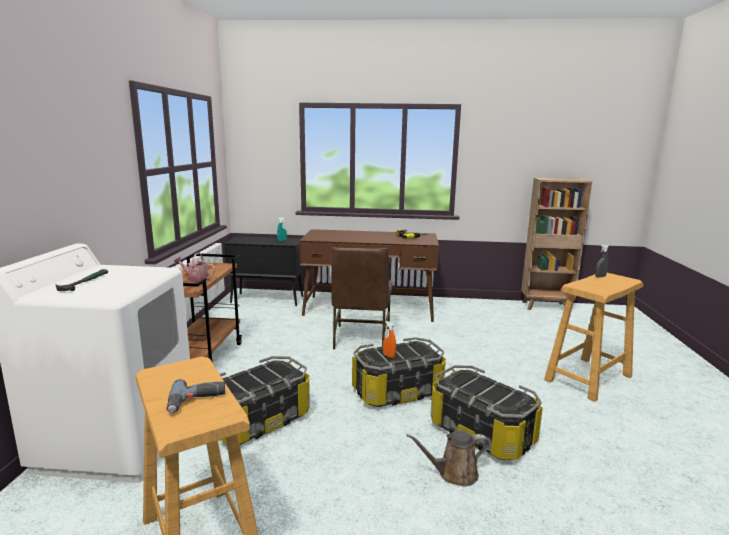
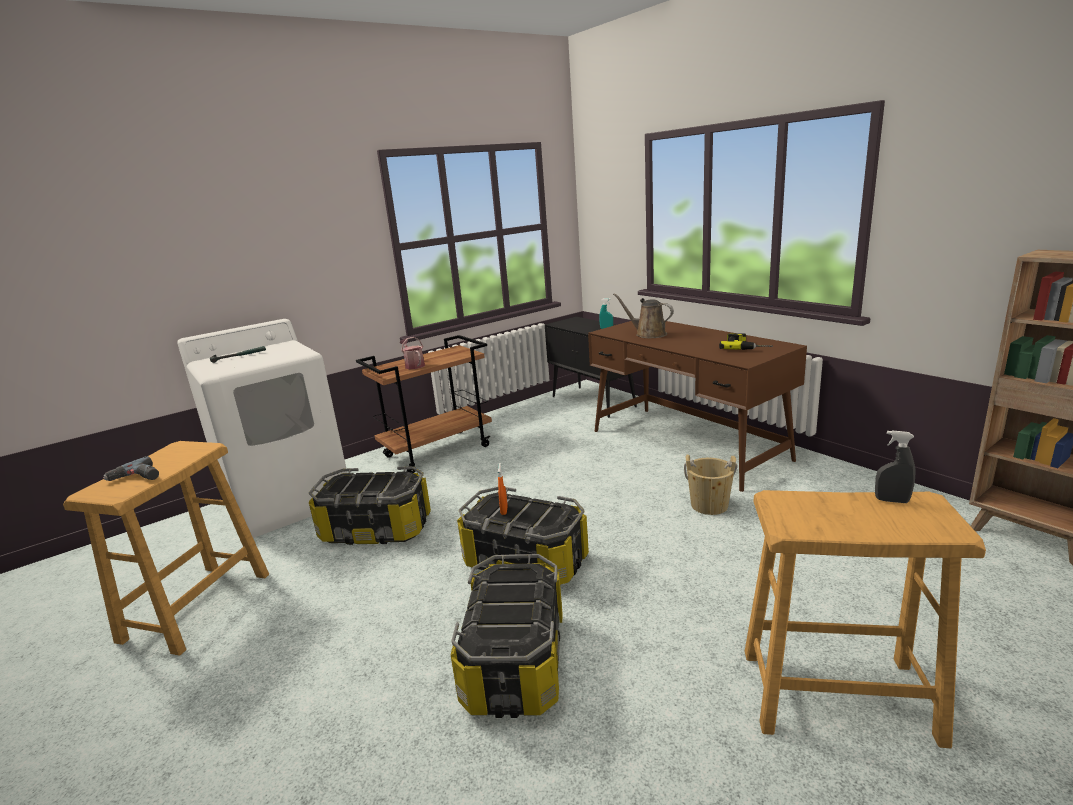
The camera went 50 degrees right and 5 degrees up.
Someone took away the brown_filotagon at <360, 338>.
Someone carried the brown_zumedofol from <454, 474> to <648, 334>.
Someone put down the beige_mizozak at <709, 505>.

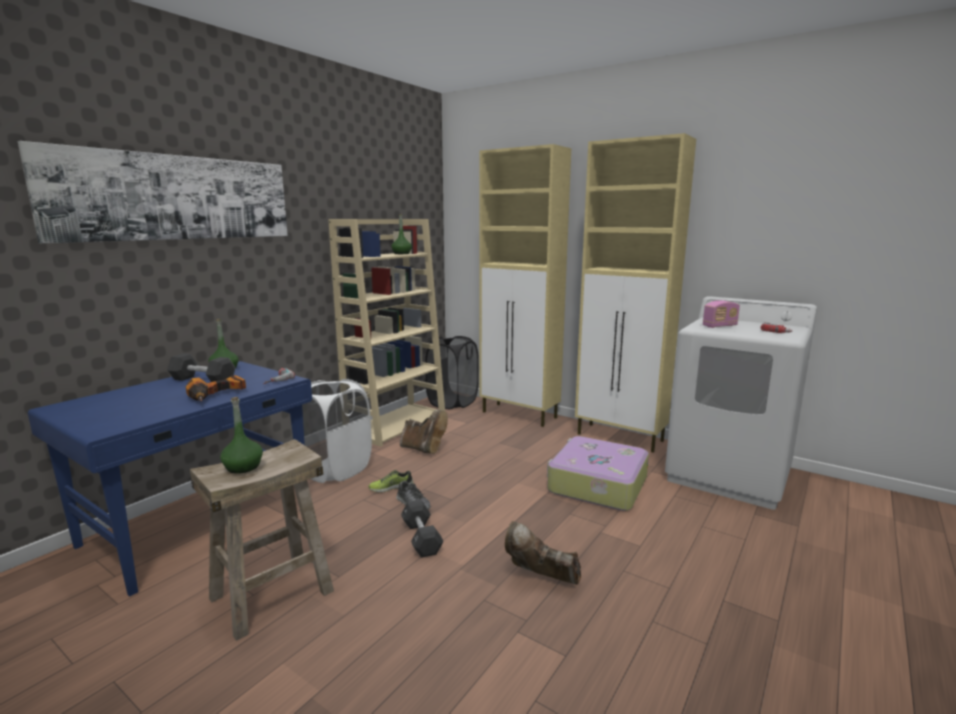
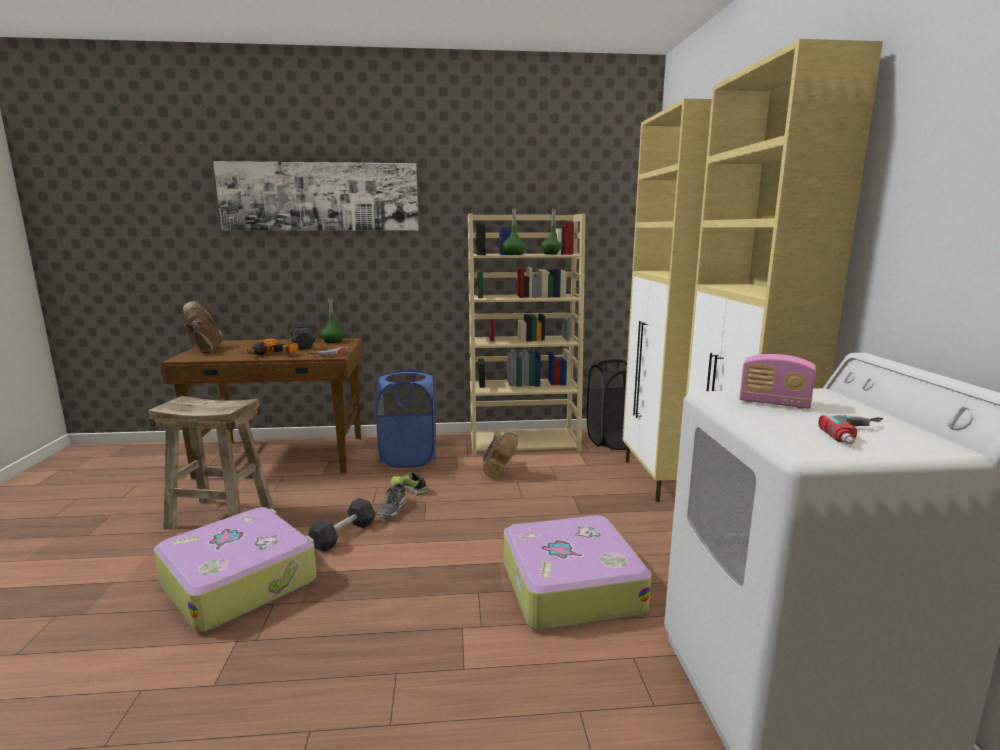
The camera went 50 degrees right and 0 degrees up.
Someone repainted the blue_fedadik at <201, 524>, which became the brown_fedadik at <284, 457>.
Someone repainted the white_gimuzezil at <335, 469>, which became the blue_gimuzezil at <409, 457>.
Someone carried the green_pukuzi from <243, 467> to <513, 254>.
Someone carried the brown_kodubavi from <540, 579> to <205, 349>.
Someone put down the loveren at <240, 581>.

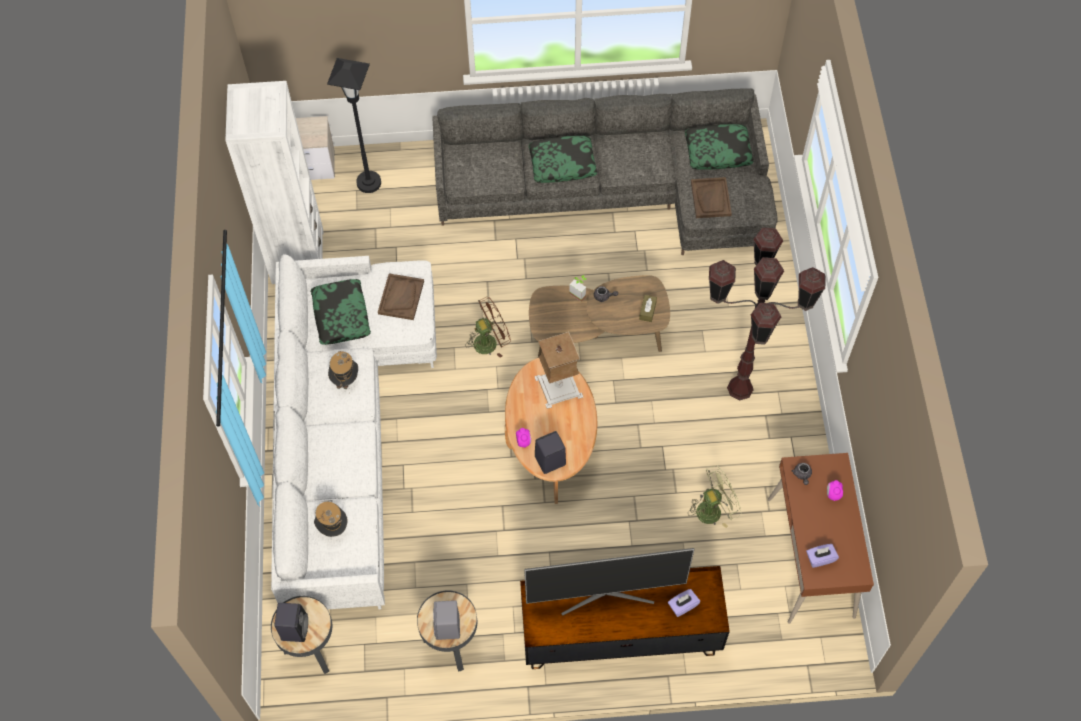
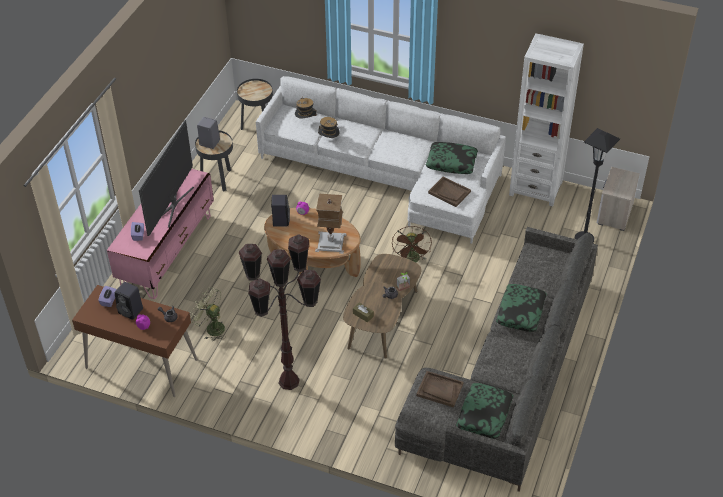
The camera went 115 degrees right and 15 degrees down.
Someone carried the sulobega from <345, 379> to <329, 140>.
Someone rotated the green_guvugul at <713, 509> by 120 degrees clockwise.
Someone repainted the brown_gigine at <619, 634>, which became the pink_gigine at <167, 251>.
Someone carried the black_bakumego from <294, 628> to <131, 311>.

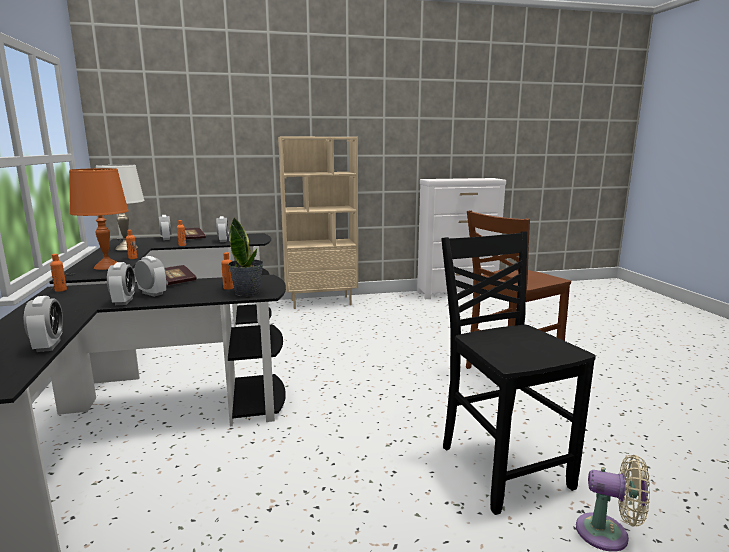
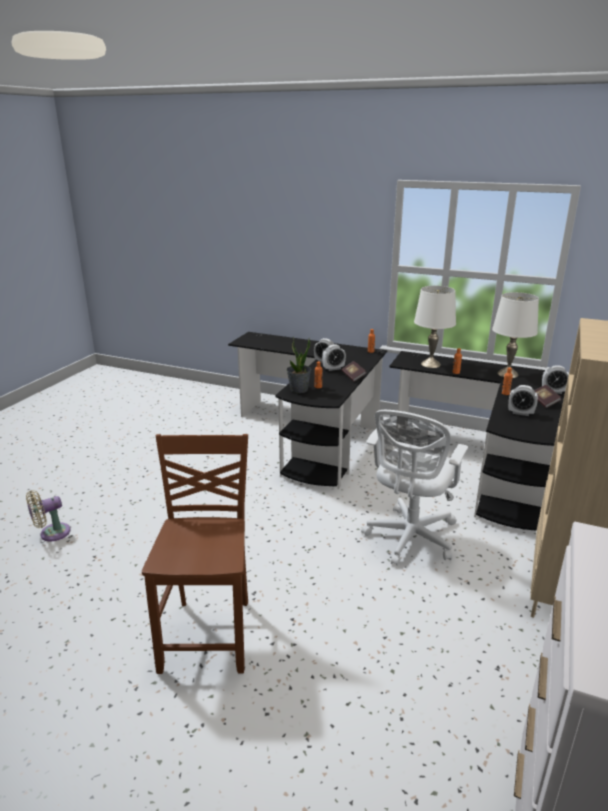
The camera went 125 degrees right and 10 degrees up.
Someone repainted the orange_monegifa at <107, 266>, which became the white_monegifa at <431, 364>.
Someone took away the black_filotagon at <502, 466>.
Someone took away the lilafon at <48, 346>.
Someone put down the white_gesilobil at <409, 539>.

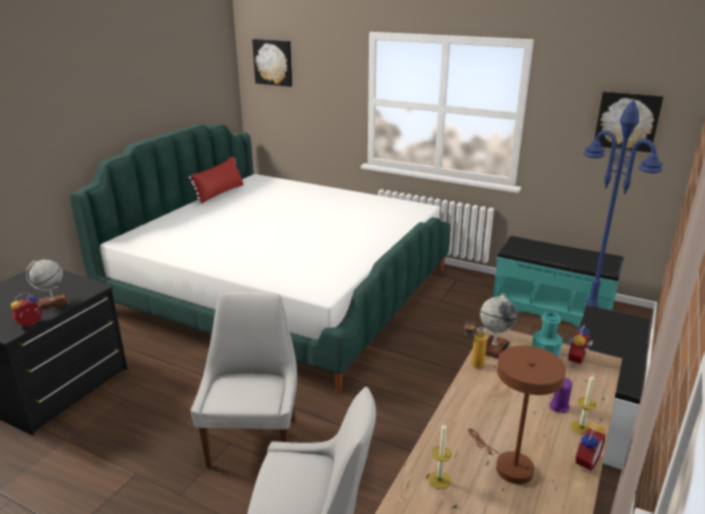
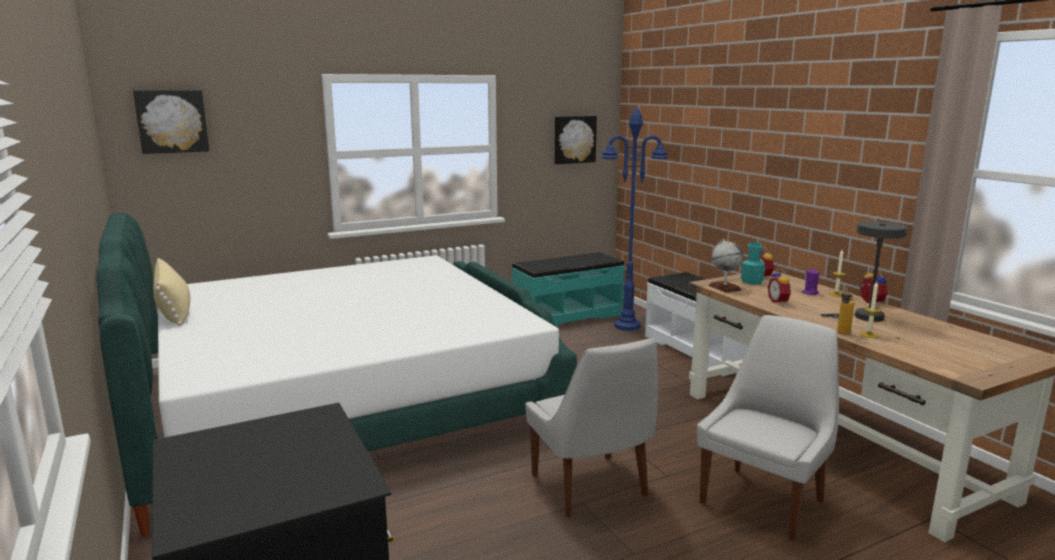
The camera went 55 degrees left and 10 degrees down.
Someone repainted the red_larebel at <220, 193>, which became the beige_larebel at <174, 311>.
Someone took away the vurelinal at <53, 303>.
Someone rotated the white_filotagon at <254, 439> by 150 degrees counterclockwise.
Someone carried the lilafon from <30, 324> to <779, 302>.
Someone carried the pukuzi from <472, 365> to <842, 334>.
Someone repainted the brown_monegifa at <508, 466>, which became the grey_monegifa at <864, 317>.

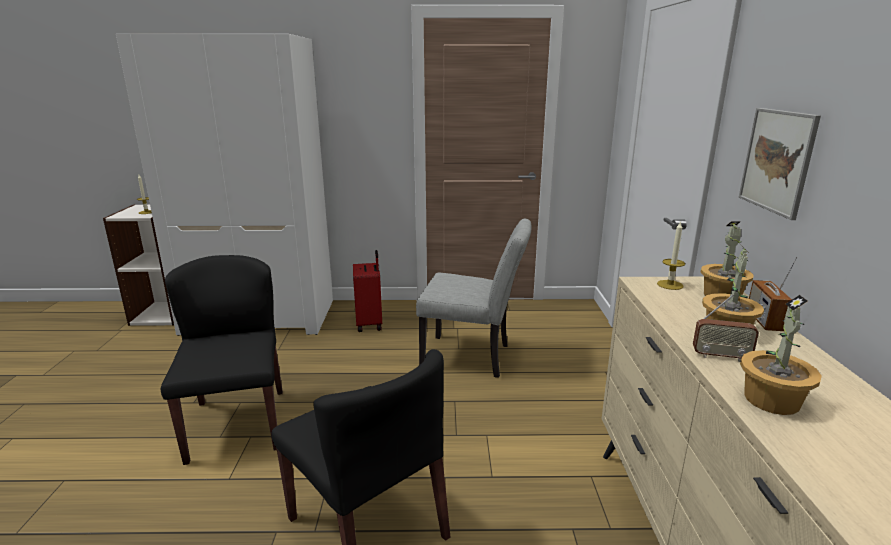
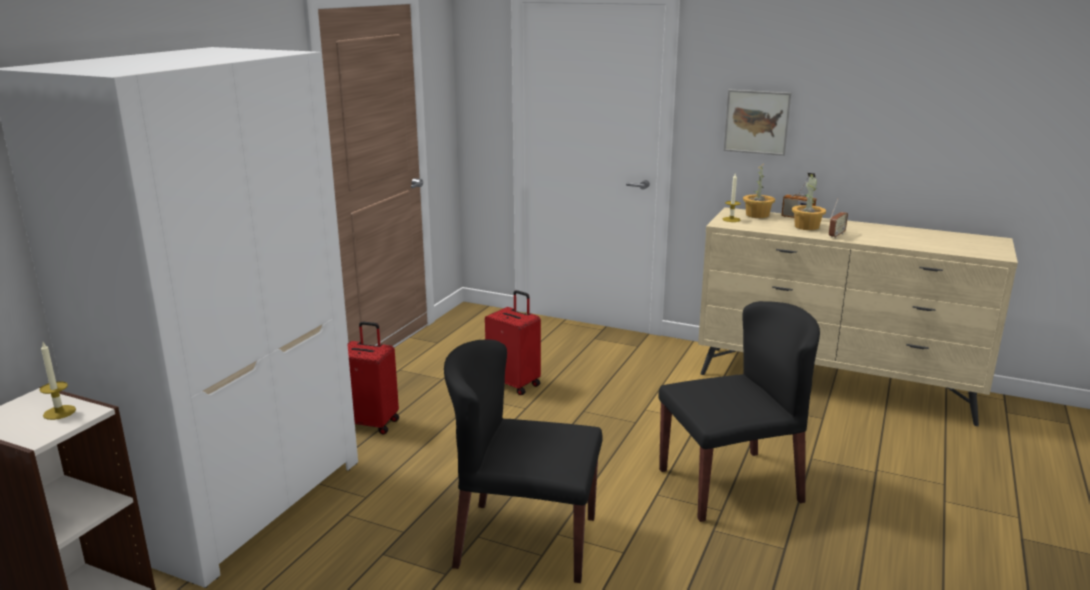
The camera went 65 degrees left and 0 degrees up.
Someone swapped the grey_filotagon at <473, 357> for the red_loveren at <515, 384>.
Someone took away the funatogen at <772, 400>.

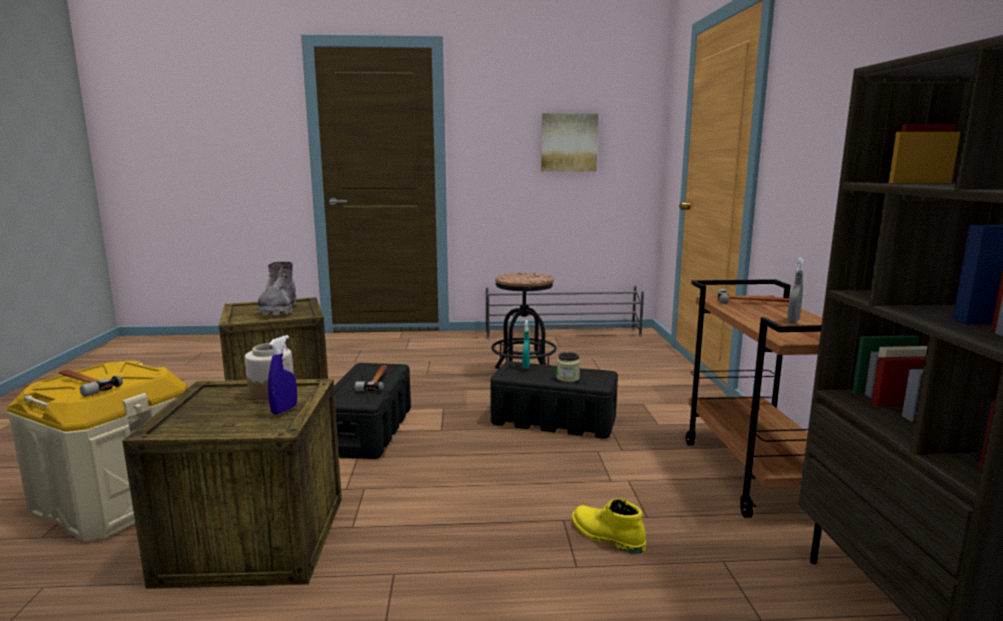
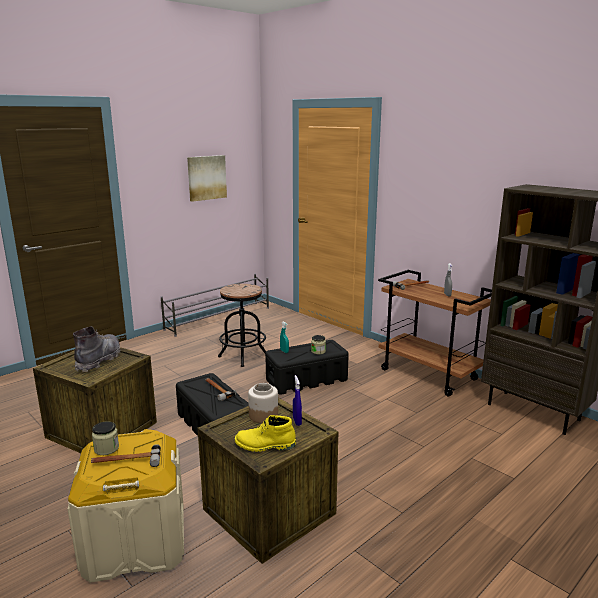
The camera went 40 degrees left and 5 degrees up.
Someone rotated the grey_kodubavi at <279, 310> by 120 degrees counterclockwise.
Someone carried the yellow_kodubavi from <606, 536> to <265, 445>.
Someone put down the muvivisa at <106, 448>.

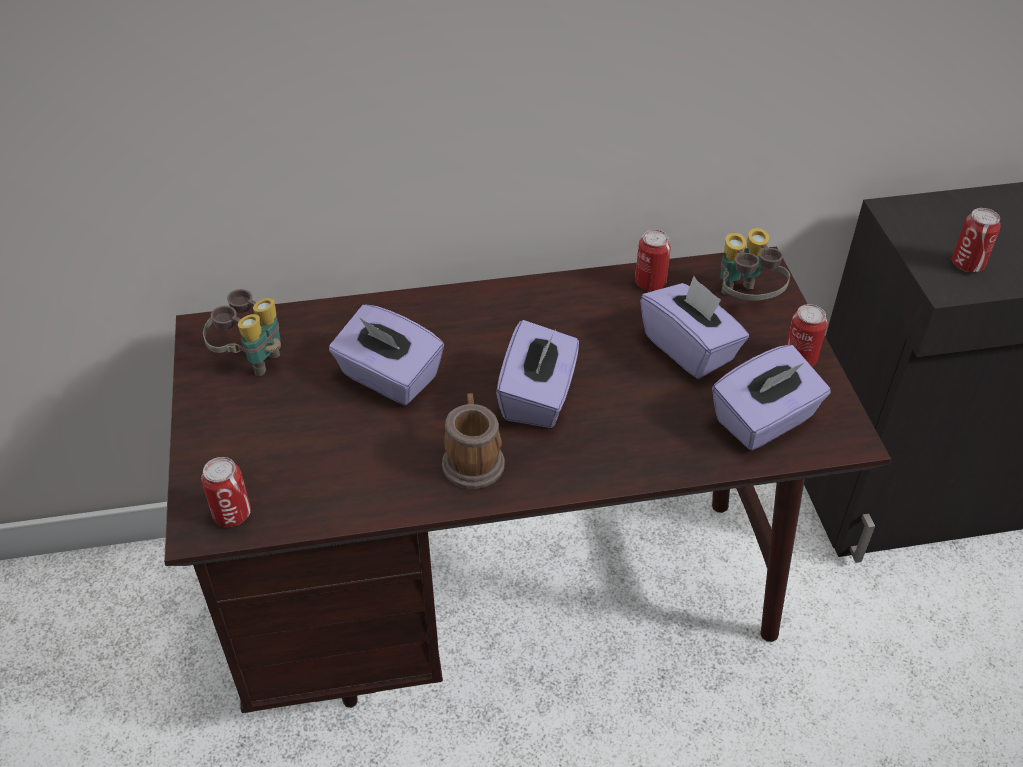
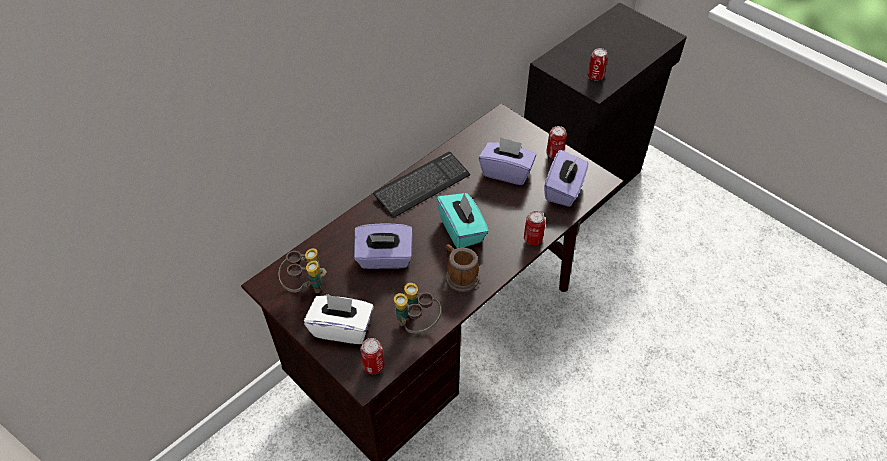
The camera went 35 degrees left and 5 degrees up.
Someone carried the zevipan from <745, 301> to <416, 324>.
Someone carried the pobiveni from <650, 282> to <533, 239>.
Someone repainted the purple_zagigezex at <538, 397>, which became the turquoise_zagigezex at <462, 230>.
Someone put down the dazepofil at <422, 186>.
Someone put down the white_zagigezex at <342, 328>.

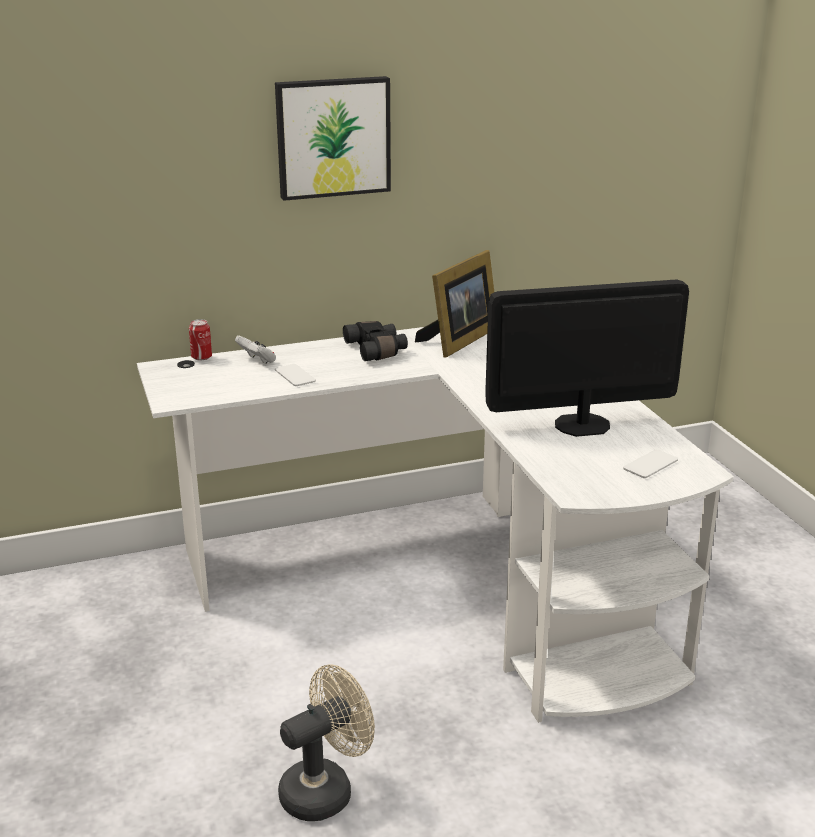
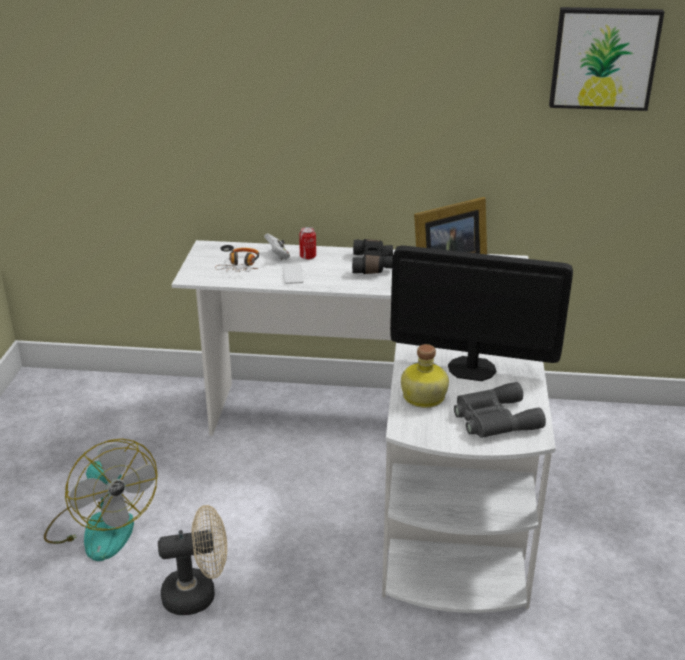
The camera went 25 degrees right and 5 degrees up.
Someone carried the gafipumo from <333, 137> to <604, 58>.
Someone carried the pobiveni from <201, 357> to <308, 257>.
Someone swapped the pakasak at <650, 465> for the grey_zevipan at <493, 419>.
Someone put down the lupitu at <241, 266>.
Someone put down the pukuzi at <422, 397>.
Someone put down the guvugul at <101, 526>.

